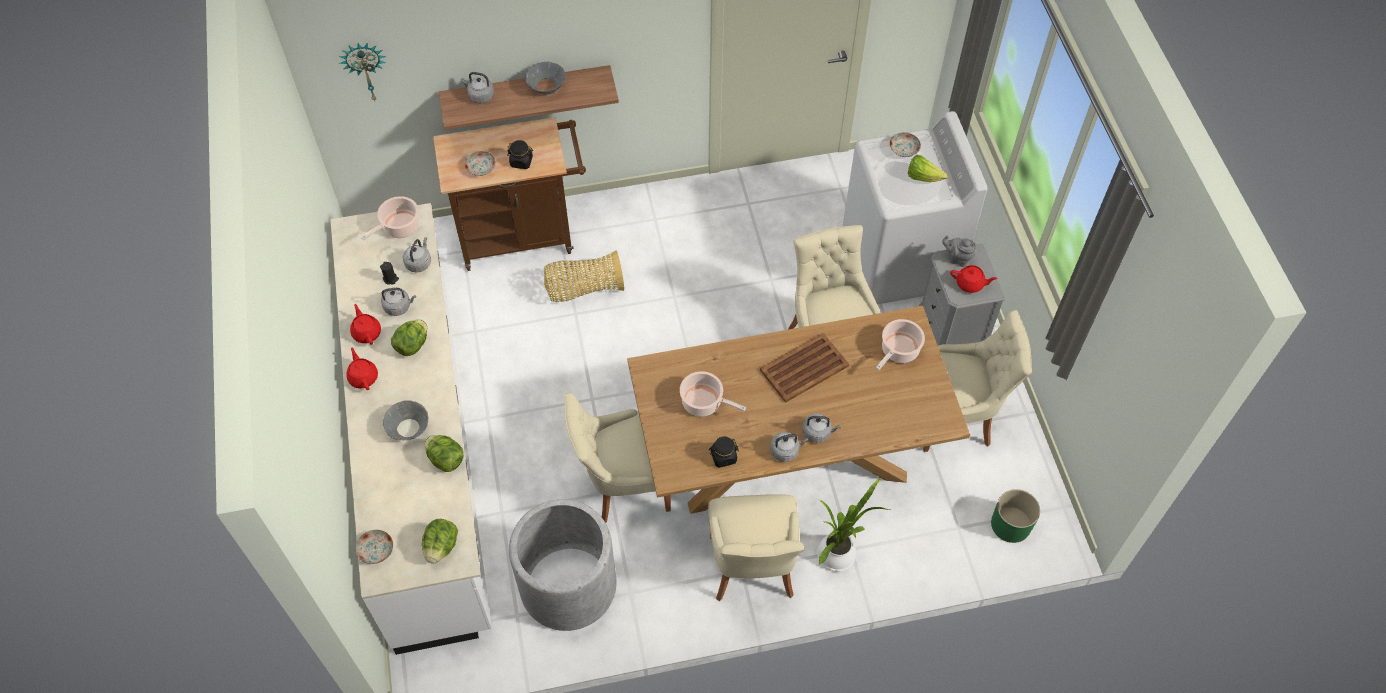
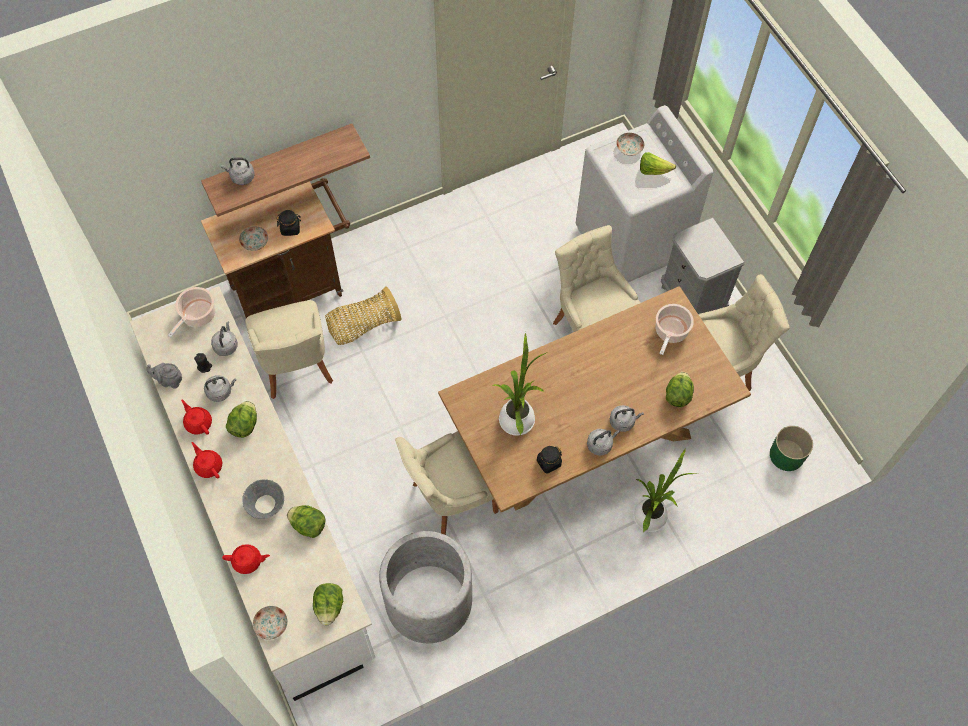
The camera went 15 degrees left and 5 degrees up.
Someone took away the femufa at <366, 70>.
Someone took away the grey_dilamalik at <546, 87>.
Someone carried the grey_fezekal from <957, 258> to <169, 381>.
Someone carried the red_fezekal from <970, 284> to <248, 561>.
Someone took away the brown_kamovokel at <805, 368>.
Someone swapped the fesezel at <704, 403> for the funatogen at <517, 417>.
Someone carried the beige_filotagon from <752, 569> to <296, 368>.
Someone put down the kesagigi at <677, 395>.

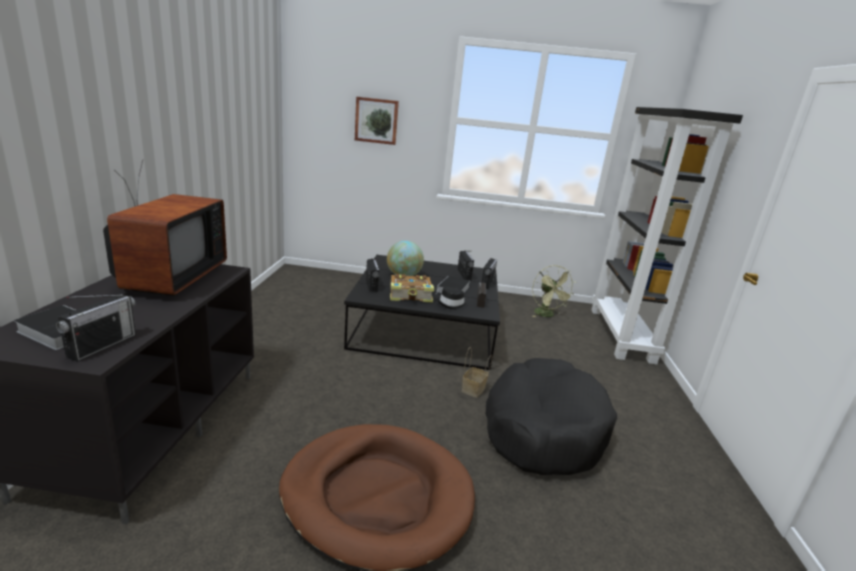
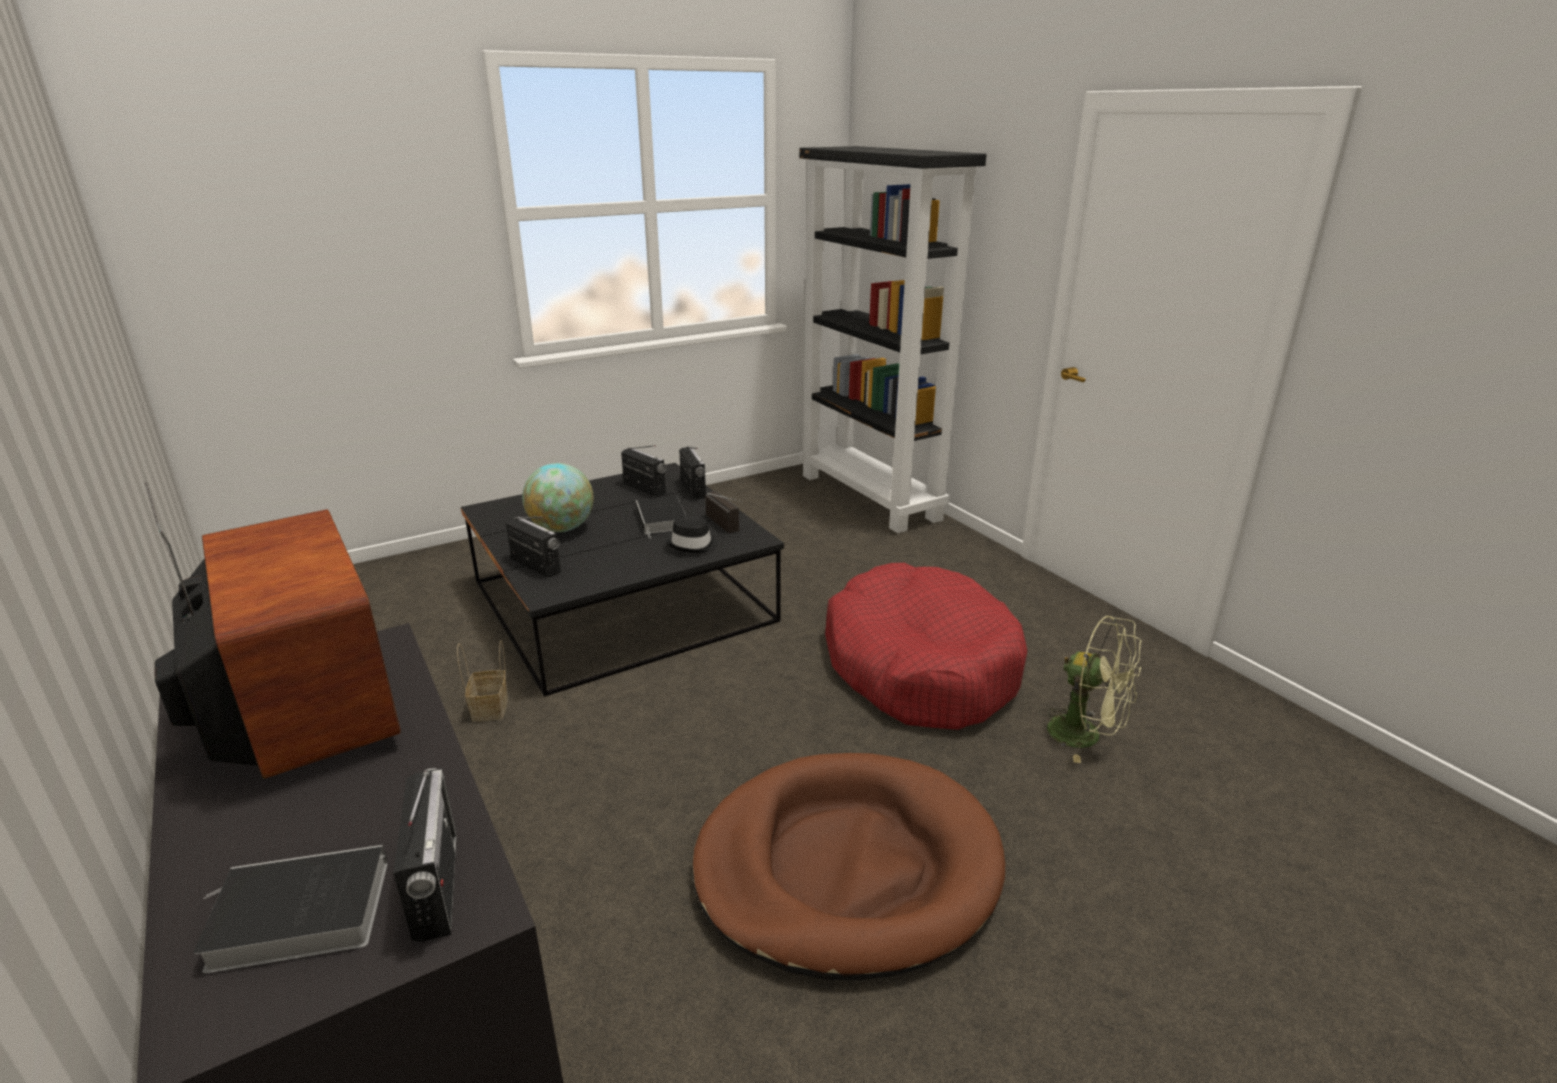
The camera went 35 degrees left and 5 degrees up.
Someone took away the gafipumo at <376, 120>.
Someone carried the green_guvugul from <547, 315> to <1086, 736>.
Someone took away the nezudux at <411, 295>.
Someone carried the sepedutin from <473, 390> to <490, 709>.
Someone repainted the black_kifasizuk at <543, 429>, which became the red_kifasizuk at <920, 666>.

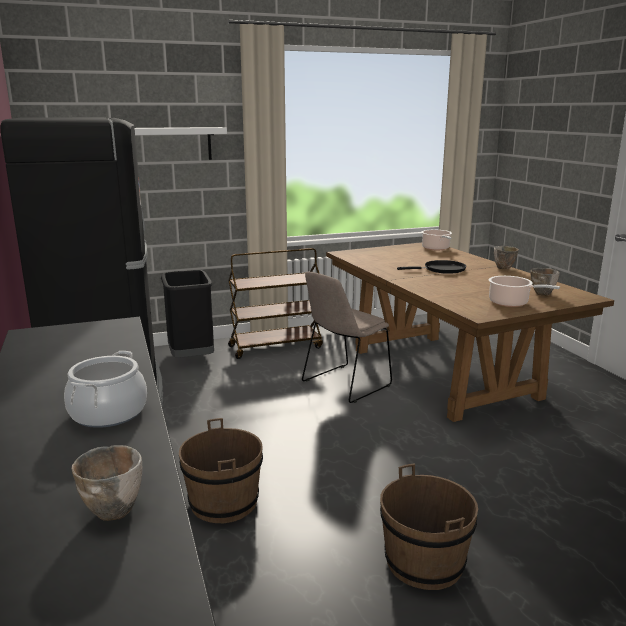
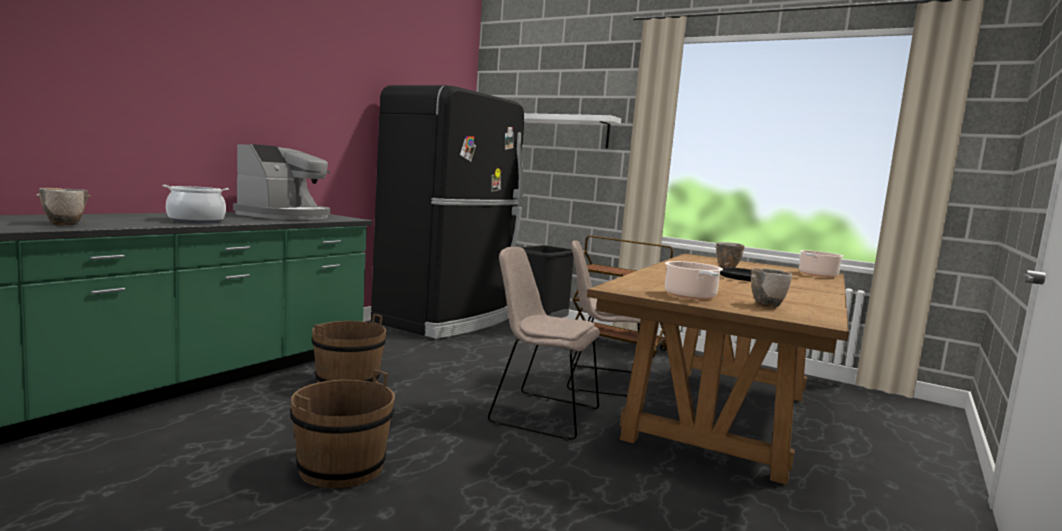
The camera went 50 degrees right and 10 degrees down.
Someone carried the dilamalik from <503, 268> to <726, 267>.
Someone put down the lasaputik at <285, 216>.
Someone put down the beige_filotagon at <540, 414>.

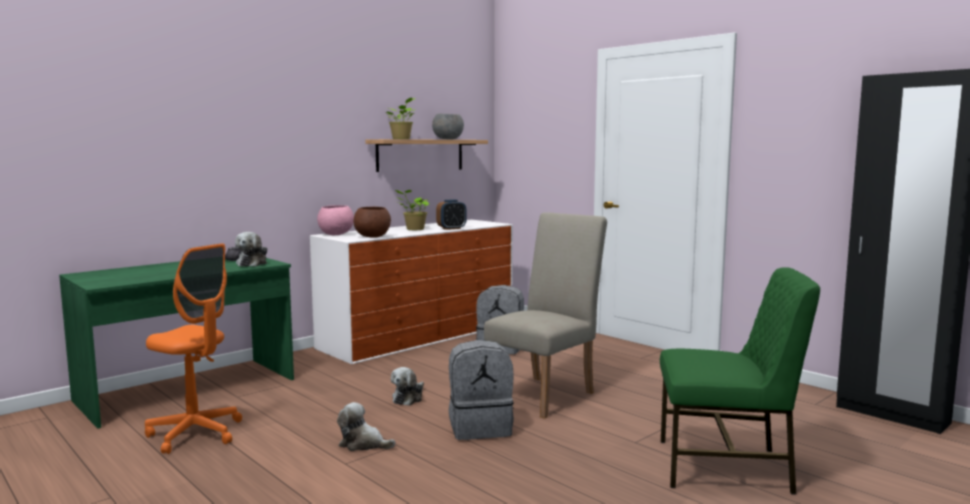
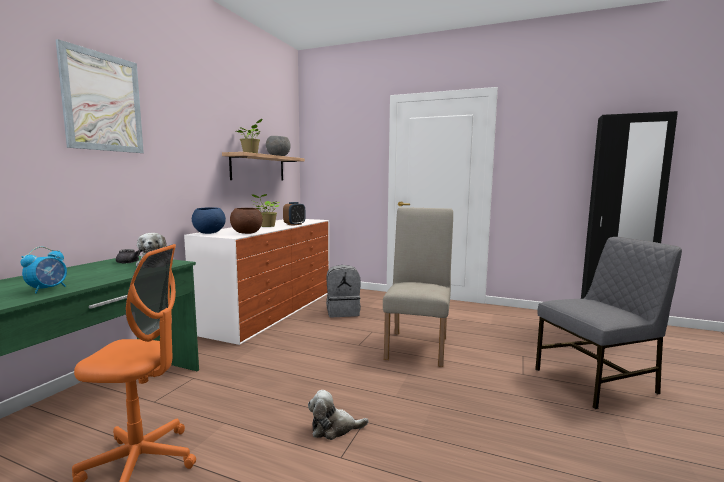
The camera went 25 degrees left and 0 degrees up.
Someone repainted the pink_dilamalik at <336, 234>, which became the blue_dilamalik at <209, 233>.
Someone repainted the green_filotagon at <726, 467>, which became the grey_filotagon at <597, 381>.
Someone took away the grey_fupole at <480, 427>.
Someone took away the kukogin at <408, 398>.
Someone put up the gafipumo at <103, 102>.
Someone put down the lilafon at <48, 289>.

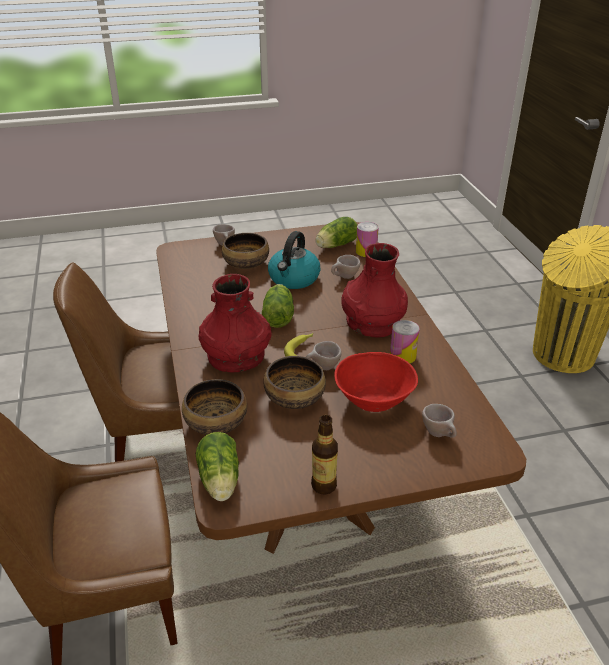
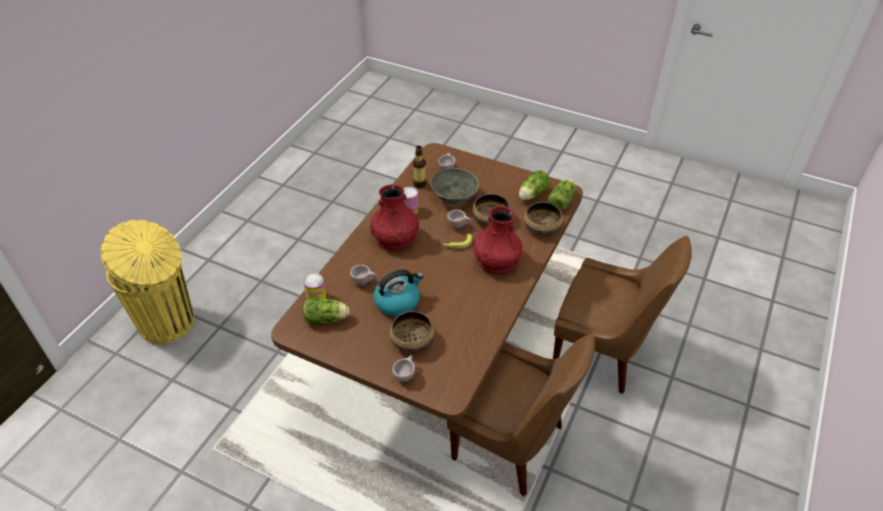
The camera went 140 degrees left and 10 degrees up.
Someone carried the kesagigi from <278, 315> to <532, 194>.
Someone repainted the red_dilamalik at <374, 398>, which became the grey_dilamalik at <454, 198>.
Someone carried the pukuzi from <324, 485> to <419, 184>.

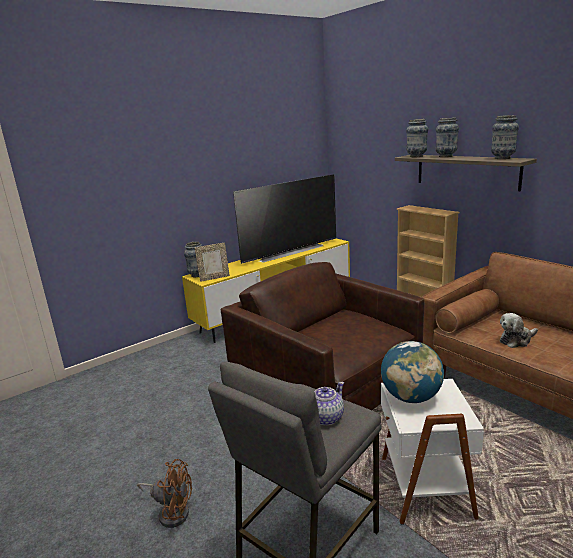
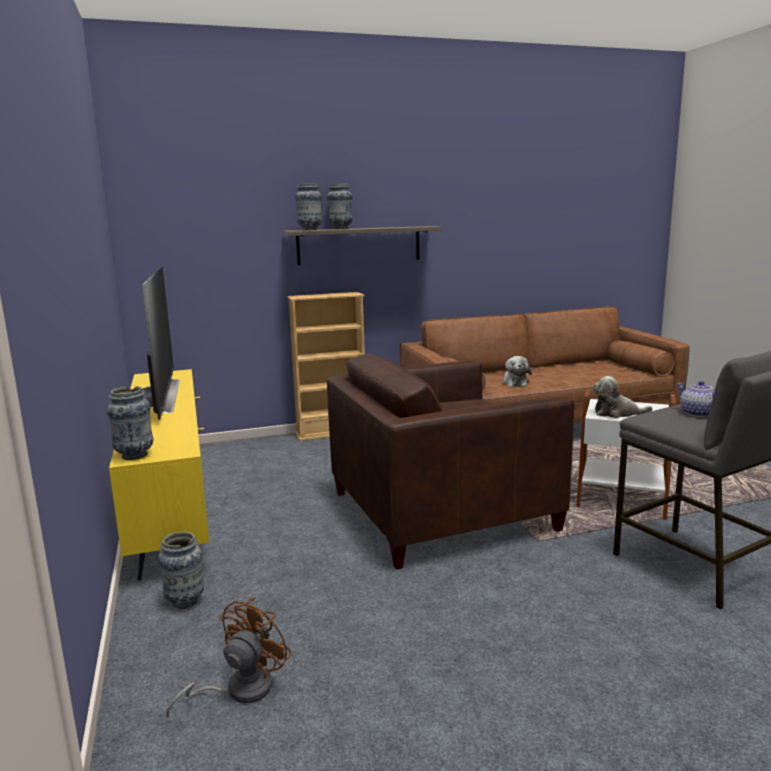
The camera went 70 degrees left and 5 degrees down.
Someone carried the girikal from <502, 158> to <185, 601>.
Someone took away the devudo at <214, 278>.
Someone swapped the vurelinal at <411, 397> for the kukogin at <617, 413>.
Someone carried the brown_guvugul from <171, 511> to <239, 690>.

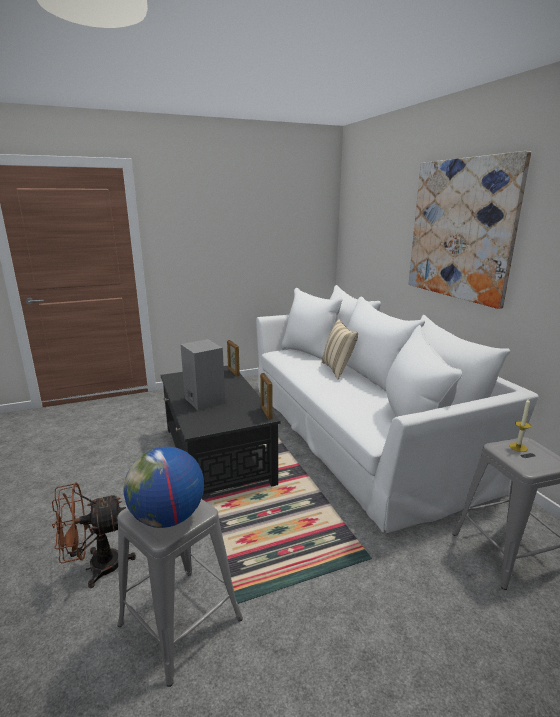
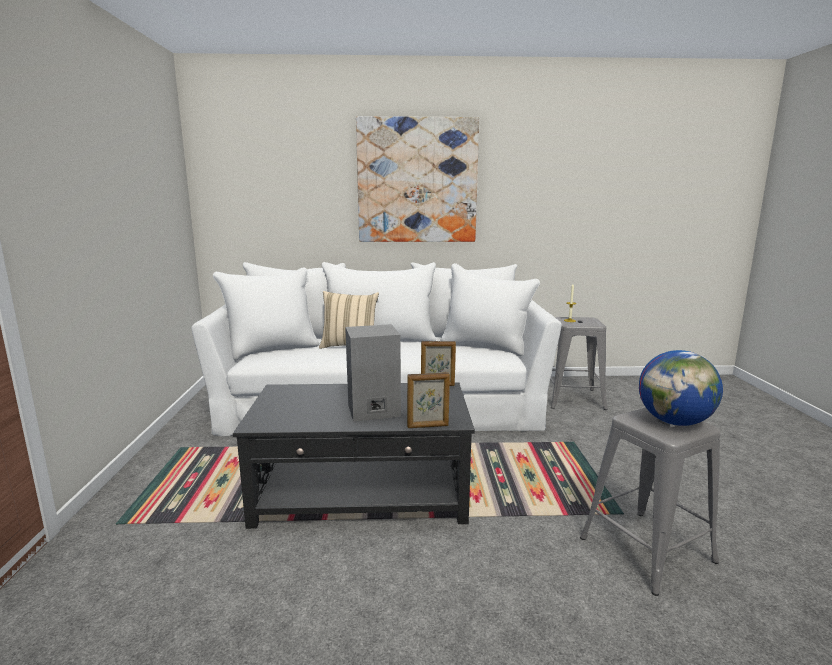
The camera went 70 degrees left and 5 degrees down.
Someone carried the devudo from <233, 372> to <428, 426>.
Someone took away the brown_guvugul at <96, 567>.

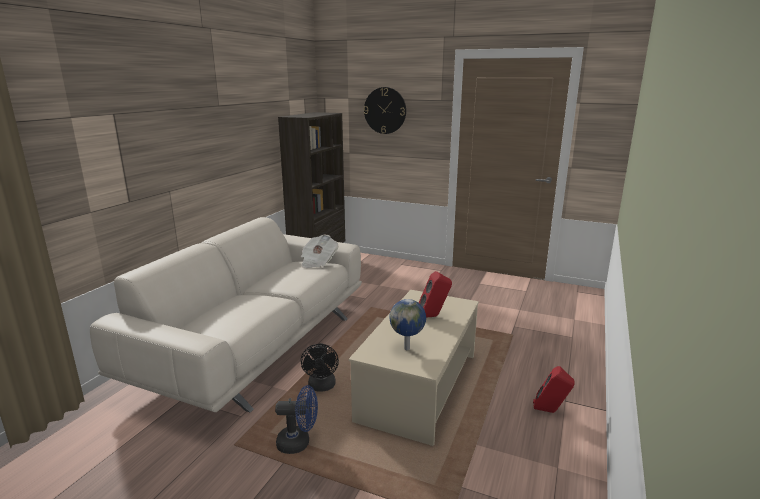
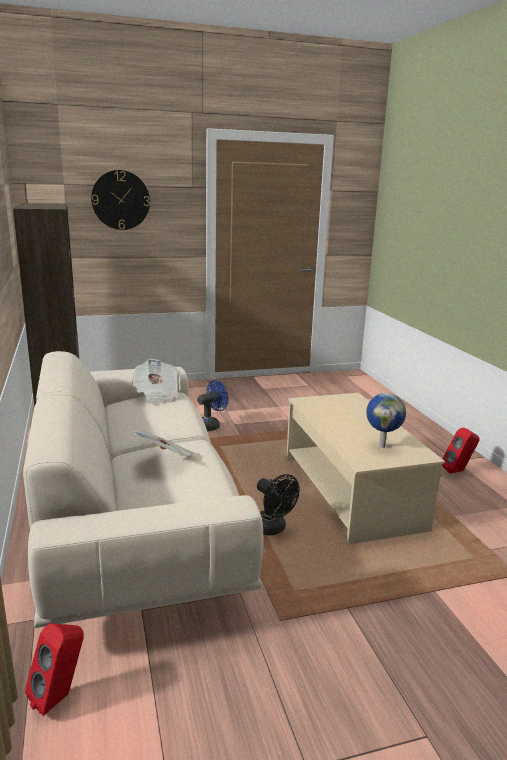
The camera went 40 degrees left and 0 degrees up.
Someone carried the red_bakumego from <434, 316> to <60, 697>.
Someone carried the blue_guvugul from <299, 443> to <211, 425>.
Someone put down the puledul at <166, 459>.

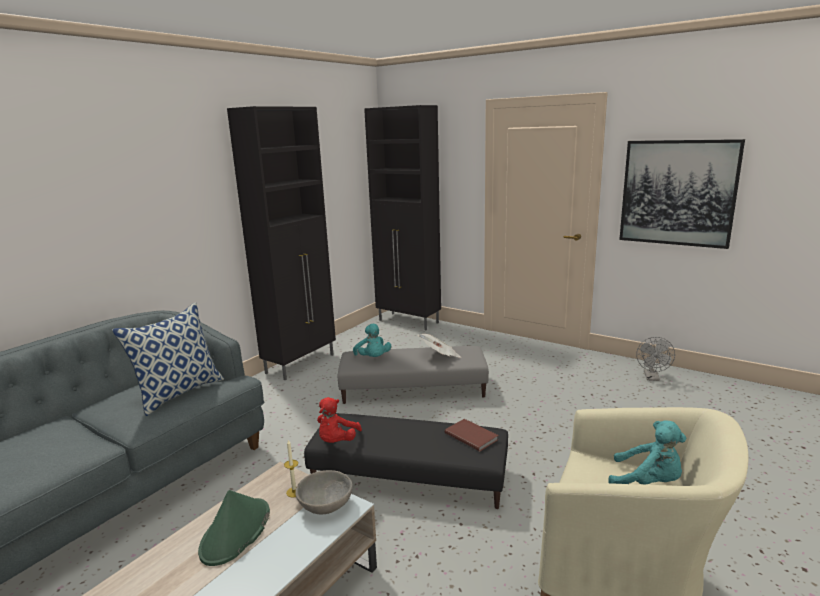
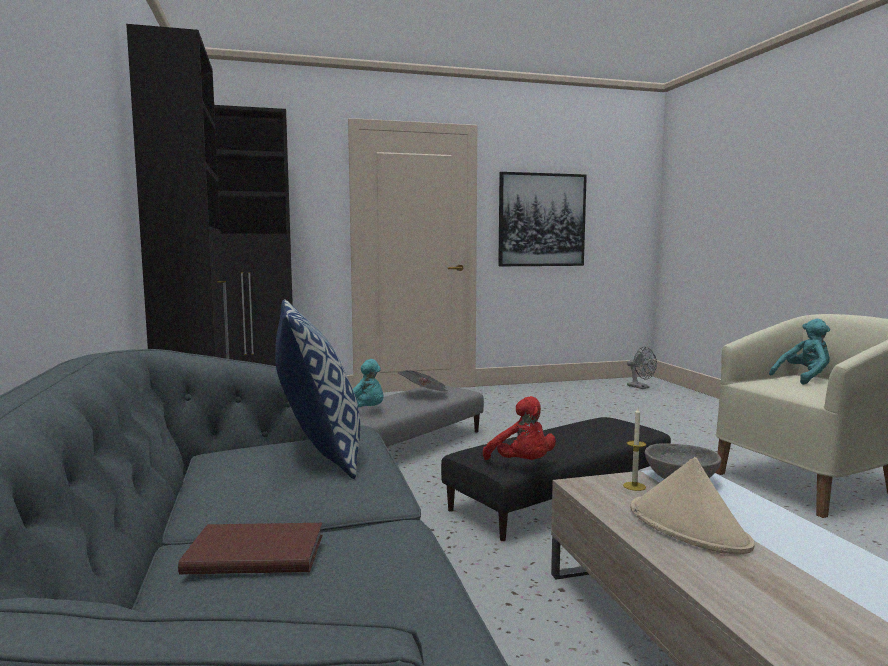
The camera went 50 degrees left and 10 degrees down.
Someone carried the grey_guvugul from <652, 378> to <641, 387>.
Someone carried the brown_nezudux from <471, 436> to <254, 552>.
Someone repainted the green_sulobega at <235, 532>, which became the beige_sulobega at <688, 527>.

